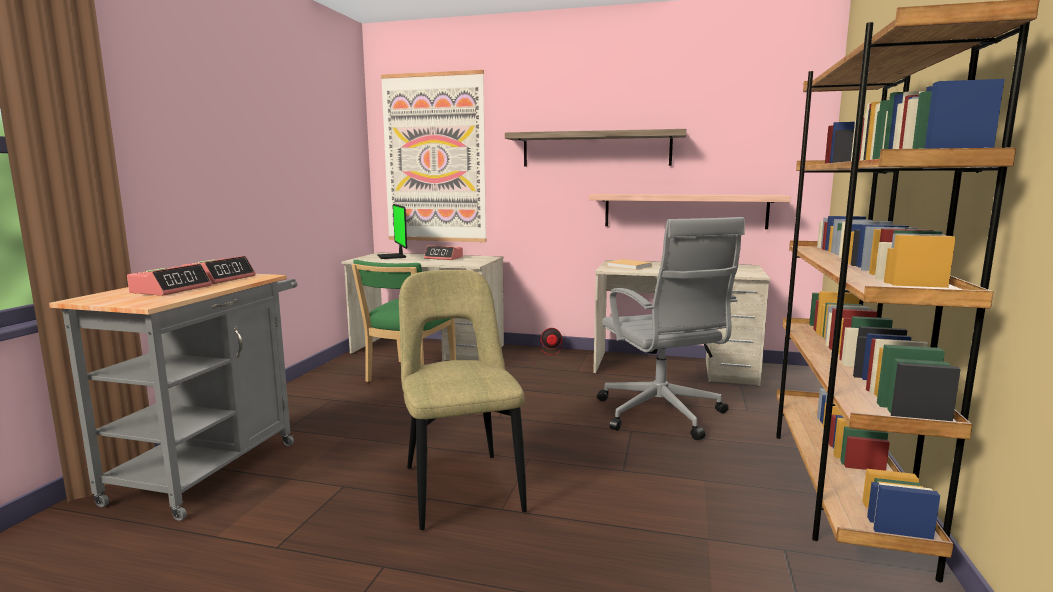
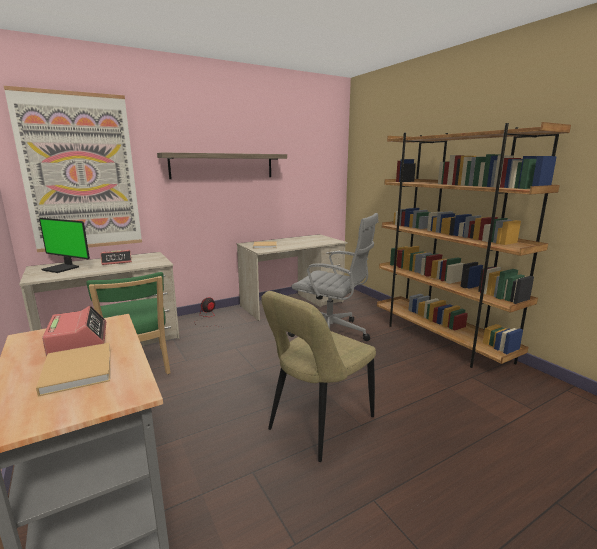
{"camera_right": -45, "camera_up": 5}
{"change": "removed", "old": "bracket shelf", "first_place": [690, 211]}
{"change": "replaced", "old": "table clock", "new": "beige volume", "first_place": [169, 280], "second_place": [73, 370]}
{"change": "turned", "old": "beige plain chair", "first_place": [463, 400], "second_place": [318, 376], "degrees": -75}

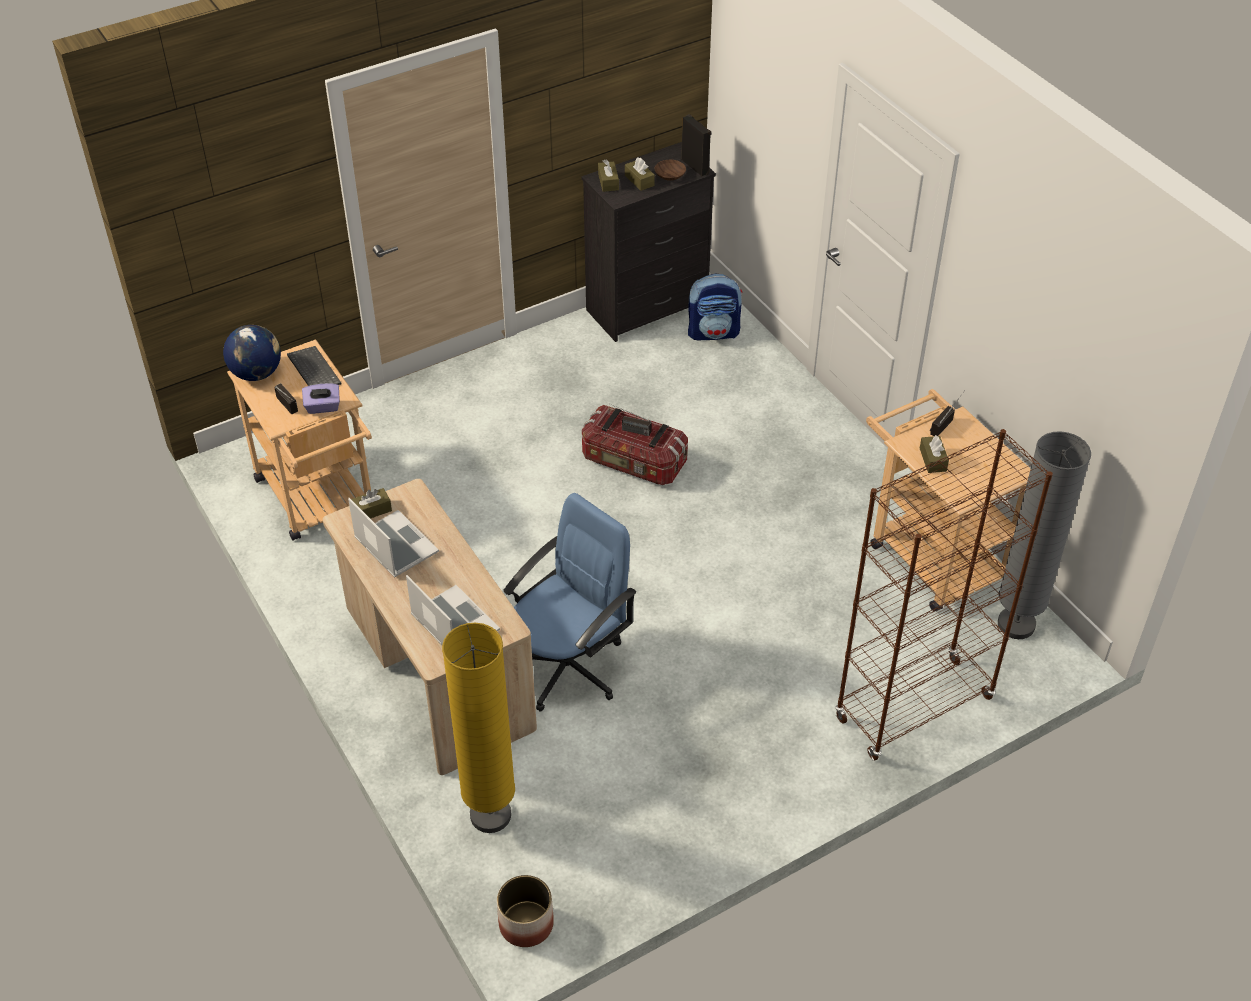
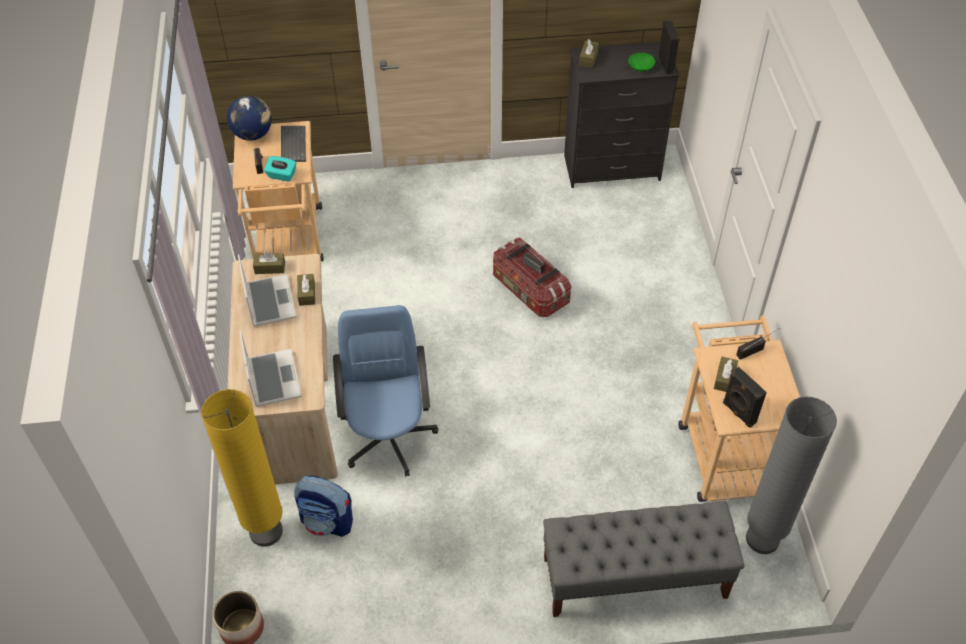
{"camera_right": 25, "camera_up": 5}
{"change": "moved", "old": "brown-coloured tissue box", "first_place": [640, 174], "second_place": [306, 290]}
{"change": "recoloured", "old": "brown-coloured serving bowl", "new": "green serving bowl", "first_place": [670, 170], "second_place": [641, 62]}
{"change": "moved", "old": "rucksack", "first_place": [715, 307], "second_place": [323, 506]}
{"change": "recoloured", "old": "purple-coloured tissue box", "new": "turquoise-coloured tissue box", "first_place": [321, 398], "second_place": [280, 169]}
{"change": "replaced", "old": "brown-coloured shelving unit", "new": "grey indoor bench", "first_place": [944, 594], "second_place": [644, 559]}
{"change": "turned", "old": "bluish office chair", "first_place": [569, 602], "second_place": [385, 390], "degrees": -75}
{"change": "added", "new": "blackish audio speaker", "second_place": [745, 397]}

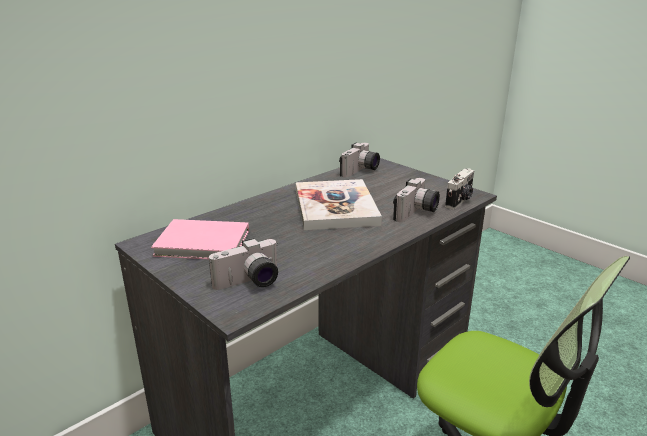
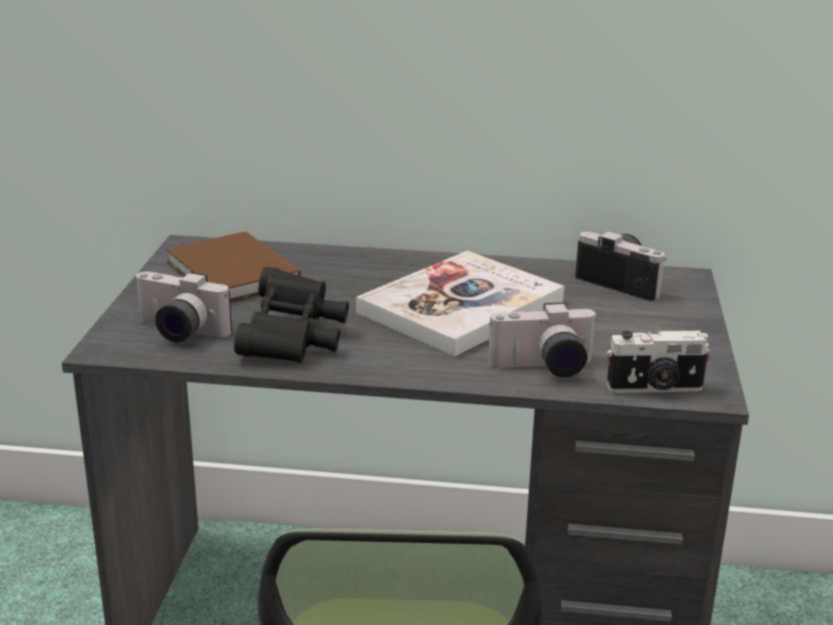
{"camera_right": 50, "camera_up": 0}
{"change": "turned", "old": "still camera", "first_place": [359, 160], "second_place": [621, 266], "degrees": -135}
{"change": "recoloured", "old": "pinkish volume", "new": "brown-coloured volume", "first_place": [200, 239], "second_place": [233, 266]}
{"change": "added", "new": "blackish pair of binoculars", "second_place": [291, 315]}

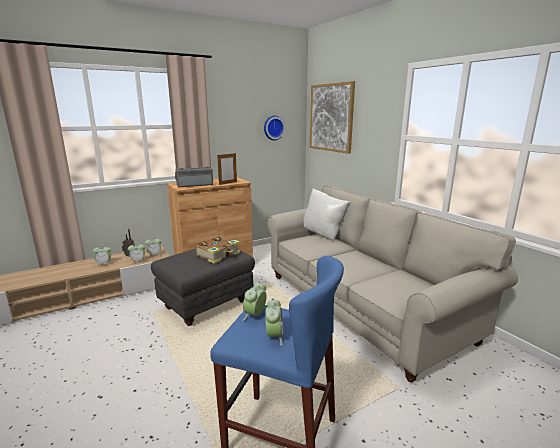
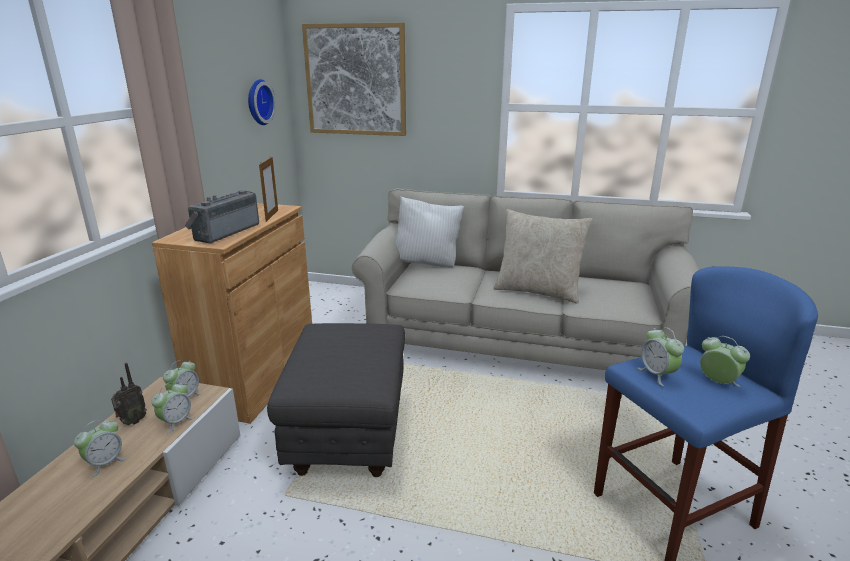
{"camera_right": -45, "camera_up": 5}
{"change": "removed", "old": "volume", "first_place": [217, 250]}
{"change": "added", "new": "beige throw pillow", "second_place": [543, 256]}

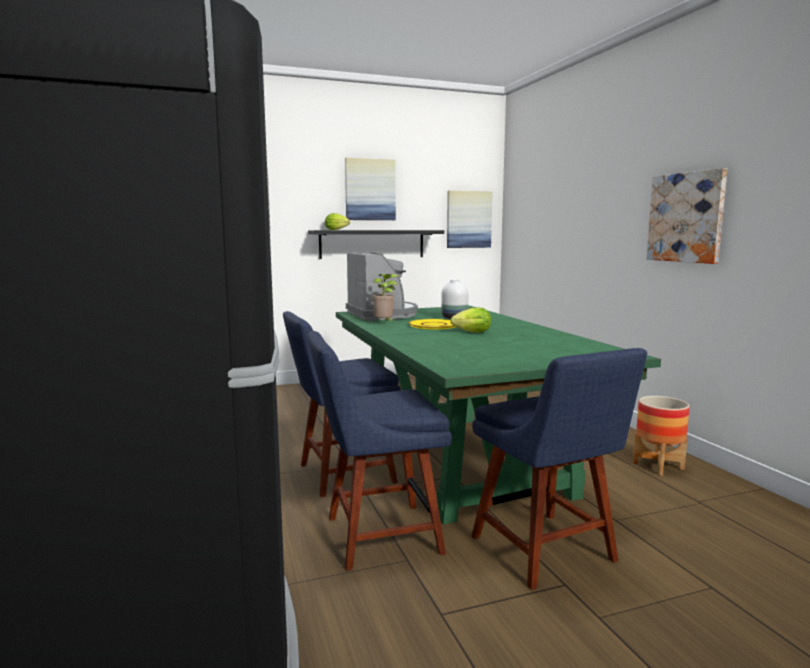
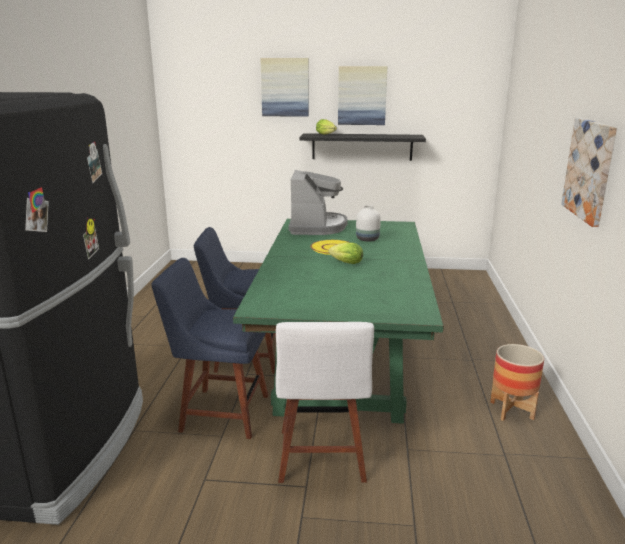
{"camera_right": 25, "camera_up": 10}
{"change": "moved", "old": "wall picture", "first_place": [470, 219], "second_place": [284, 87]}
{"change": "removed", "old": "houseplant", "first_place": [385, 298]}
{"change": "recoloured", "old": "bluish plain chair", "new": "white-coloured plain chair", "first_place": [559, 469], "second_place": [325, 402]}

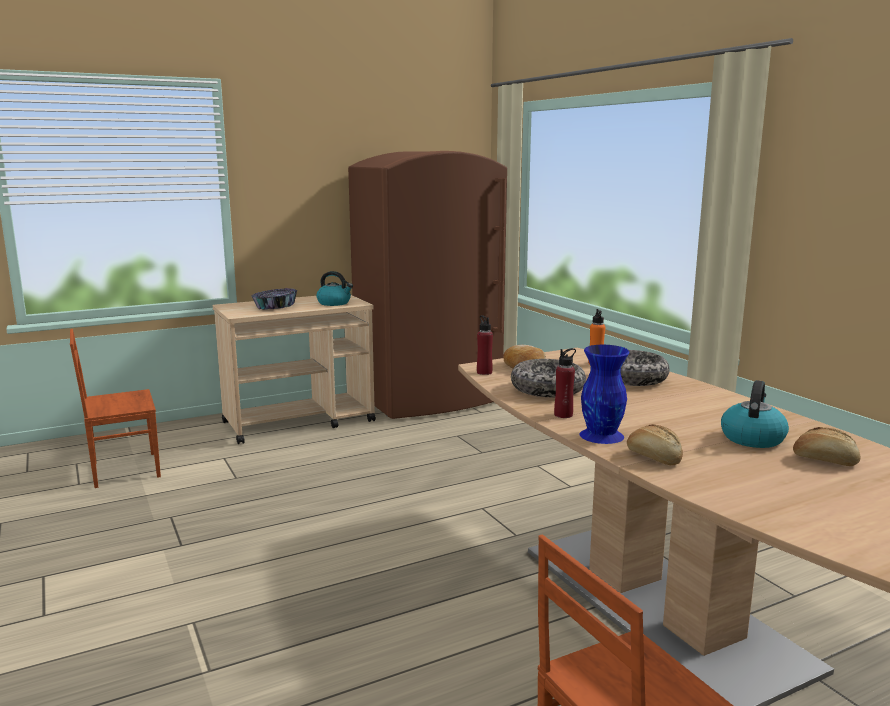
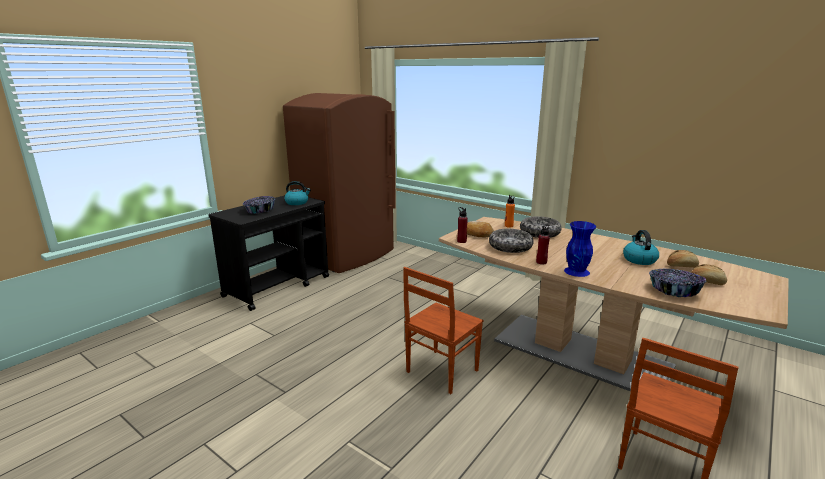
{"camera_right": -25, "camera_up": 5}
{"change": "recoloured", "old": "beige trolley", "new": "blackish trolley", "first_place": [294, 369], "second_place": [268, 253]}
{"change": "moved", "old": "brown-coloured plain chair", "first_place": [115, 408], "second_place": [443, 330]}
{"change": "moved", "old": "bakery bread", "first_place": [655, 444], "second_place": [709, 274]}
{"change": "added", "new": "serving bowl", "second_place": [678, 283]}

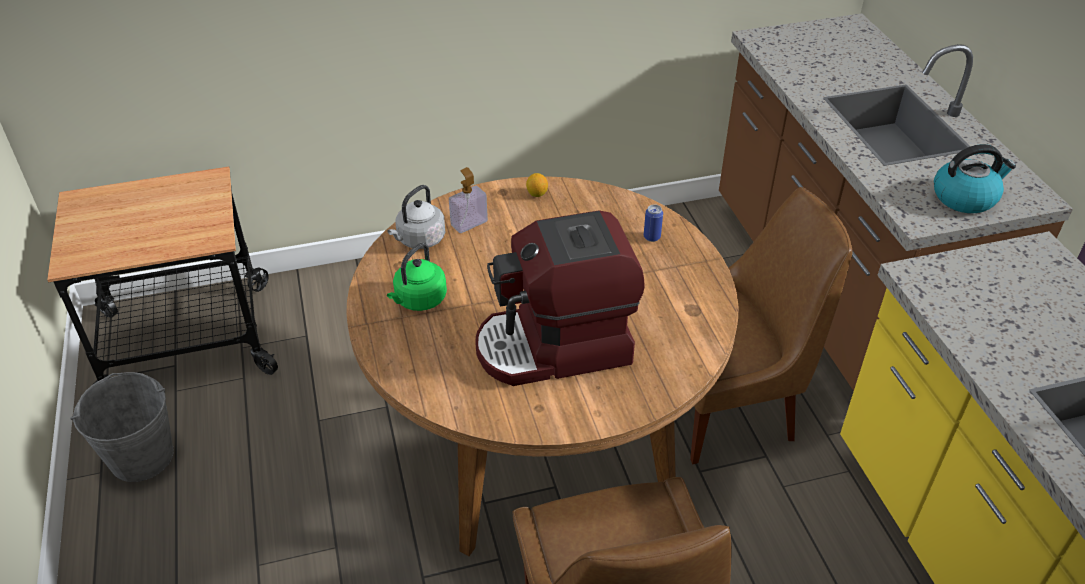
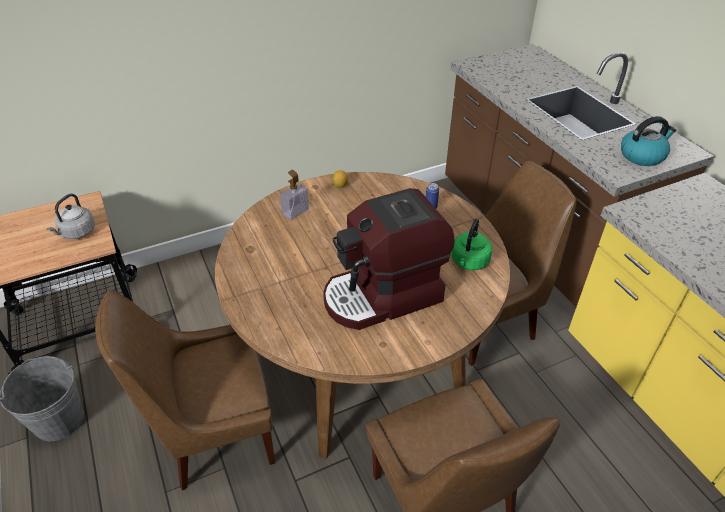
{"camera_right": -10, "camera_up": 0}
{"change": "moved", "old": "grey kettle", "first_place": [416, 217], "second_place": [70, 216]}
{"change": "moved", "old": "green kettle", "first_place": [417, 277], "second_place": [471, 244]}
{"change": "added", "new": "brown-coloured plain chair", "second_place": [185, 390]}

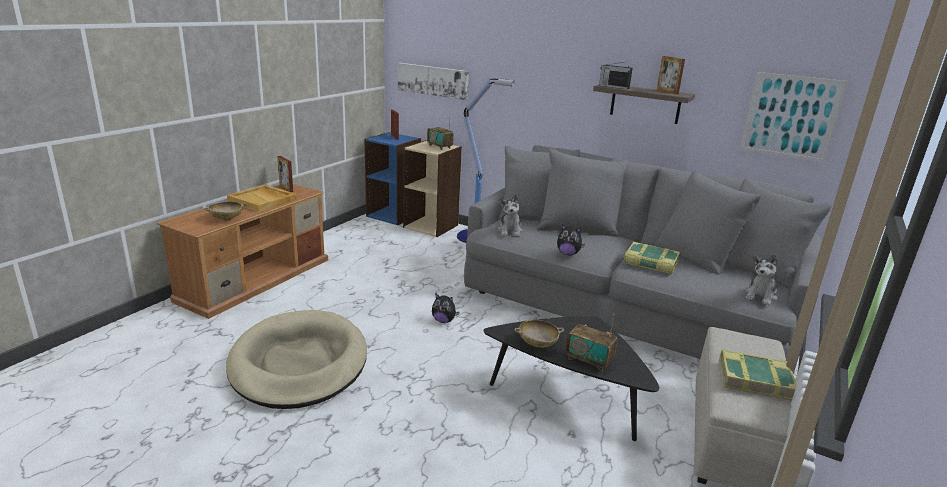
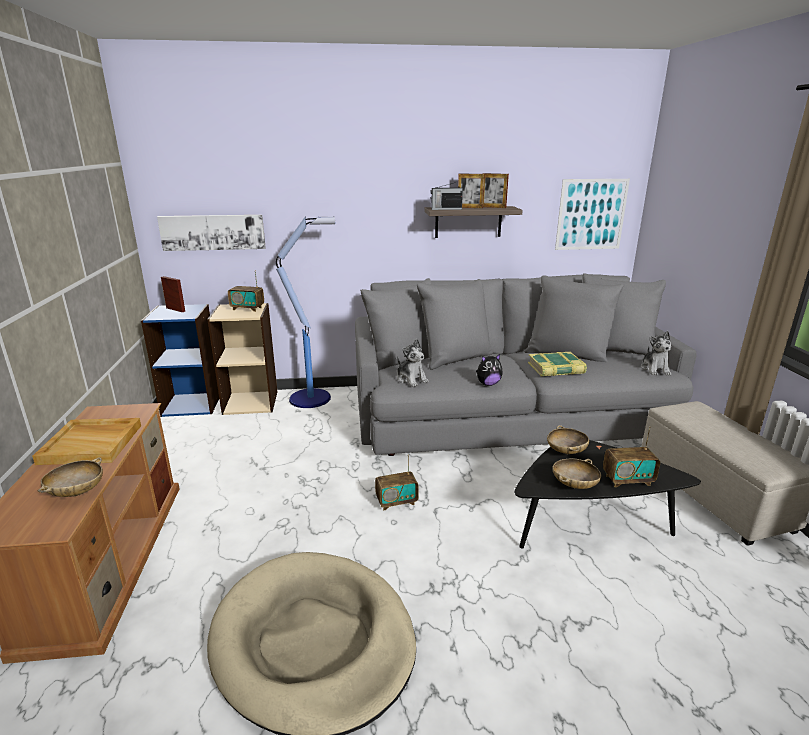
{"camera_right": -35, "camera_up": 0}
{"change": "moved", "old": "picture frame", "first_place": [285, 174], "second_place": [471, 190]}
{"change": "replaced", "old": "soft toy", "new": "radio set", "first_place": [445, 308], "second_place": [397, 482]}
{"change": "removed", "old": "volume", "first_place": [758, 375]}
{"change": "added", "new": "beige serving bowl", "second_place": [568, 439]}

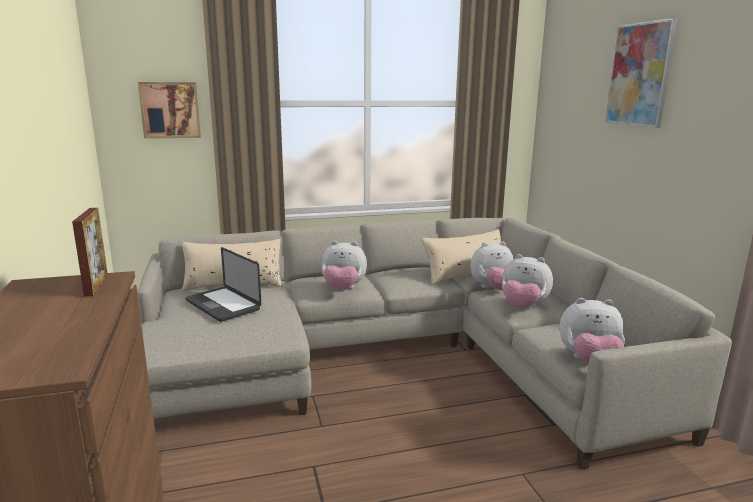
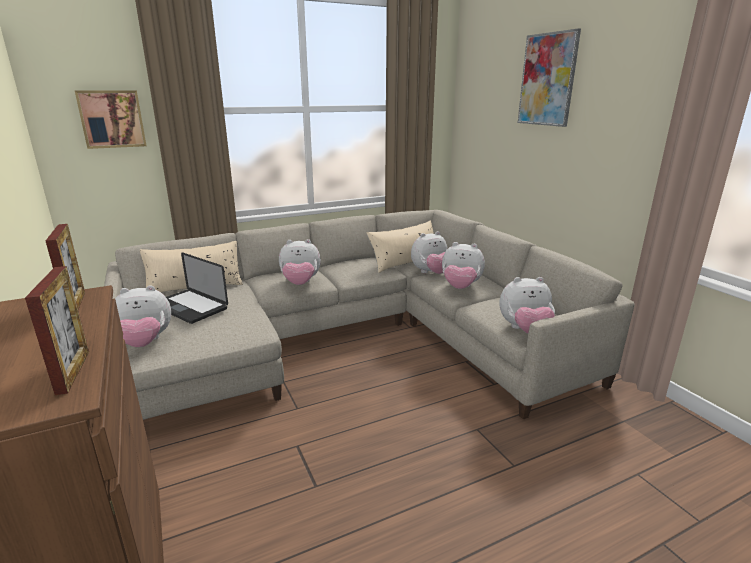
{"camera_right": -10, "camera_up": 5}
{"change": "added", "new": "picture frame", "second_place": [57, 330]}
{"change": "added", "new": "soft toy", "second_place": [143, 316]}

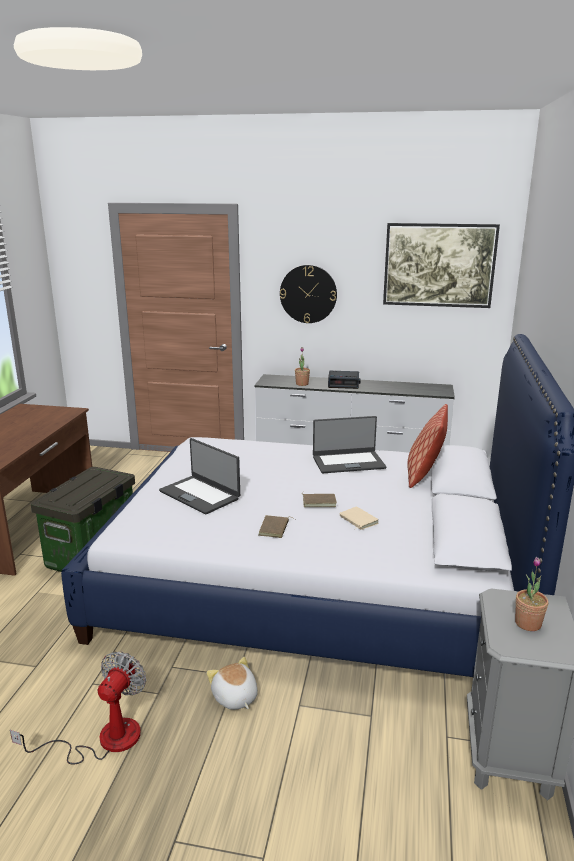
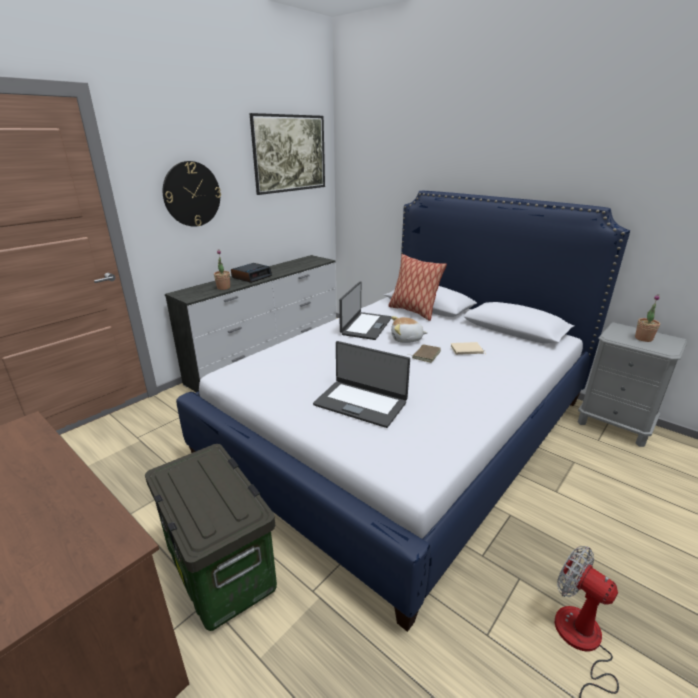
{"camera_right": -60, "camera_up": 5}
{"change": "turned", "old": "laptop", "first_place": [199, 476], "second_place": [361, 384], "degrees": 45}
{"change": "removed", "old": "brown-coloured volume", "first_place": [276, 526]}
{"change": "moved", "old": "soft toy", "first_place": [232, 683], "second_place": [409, 329]}

